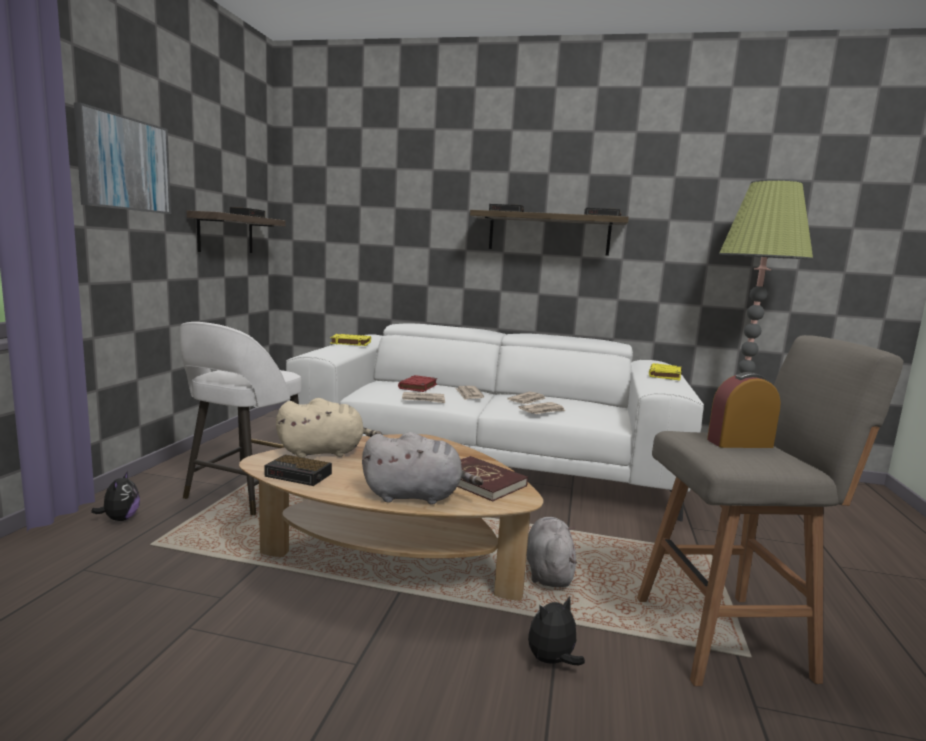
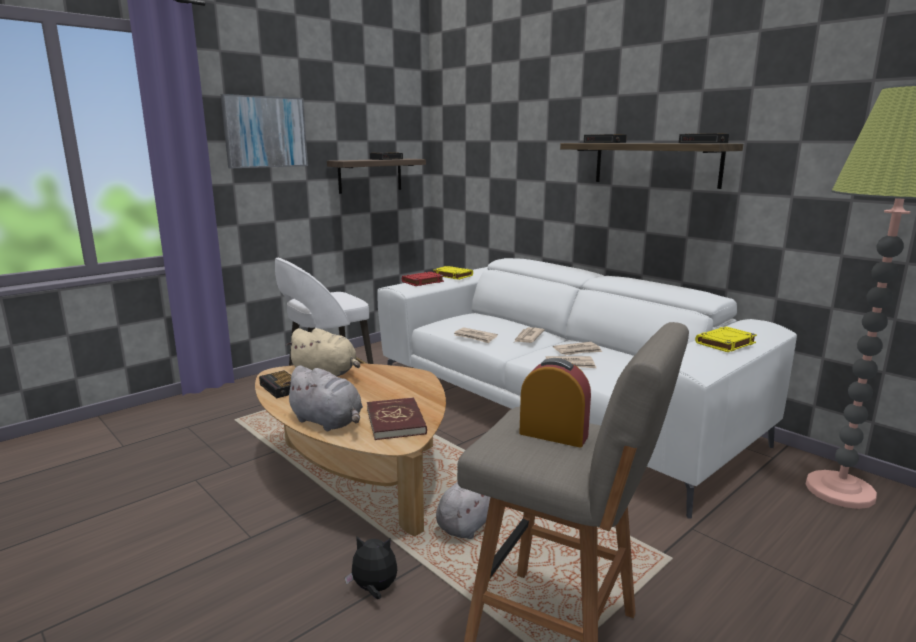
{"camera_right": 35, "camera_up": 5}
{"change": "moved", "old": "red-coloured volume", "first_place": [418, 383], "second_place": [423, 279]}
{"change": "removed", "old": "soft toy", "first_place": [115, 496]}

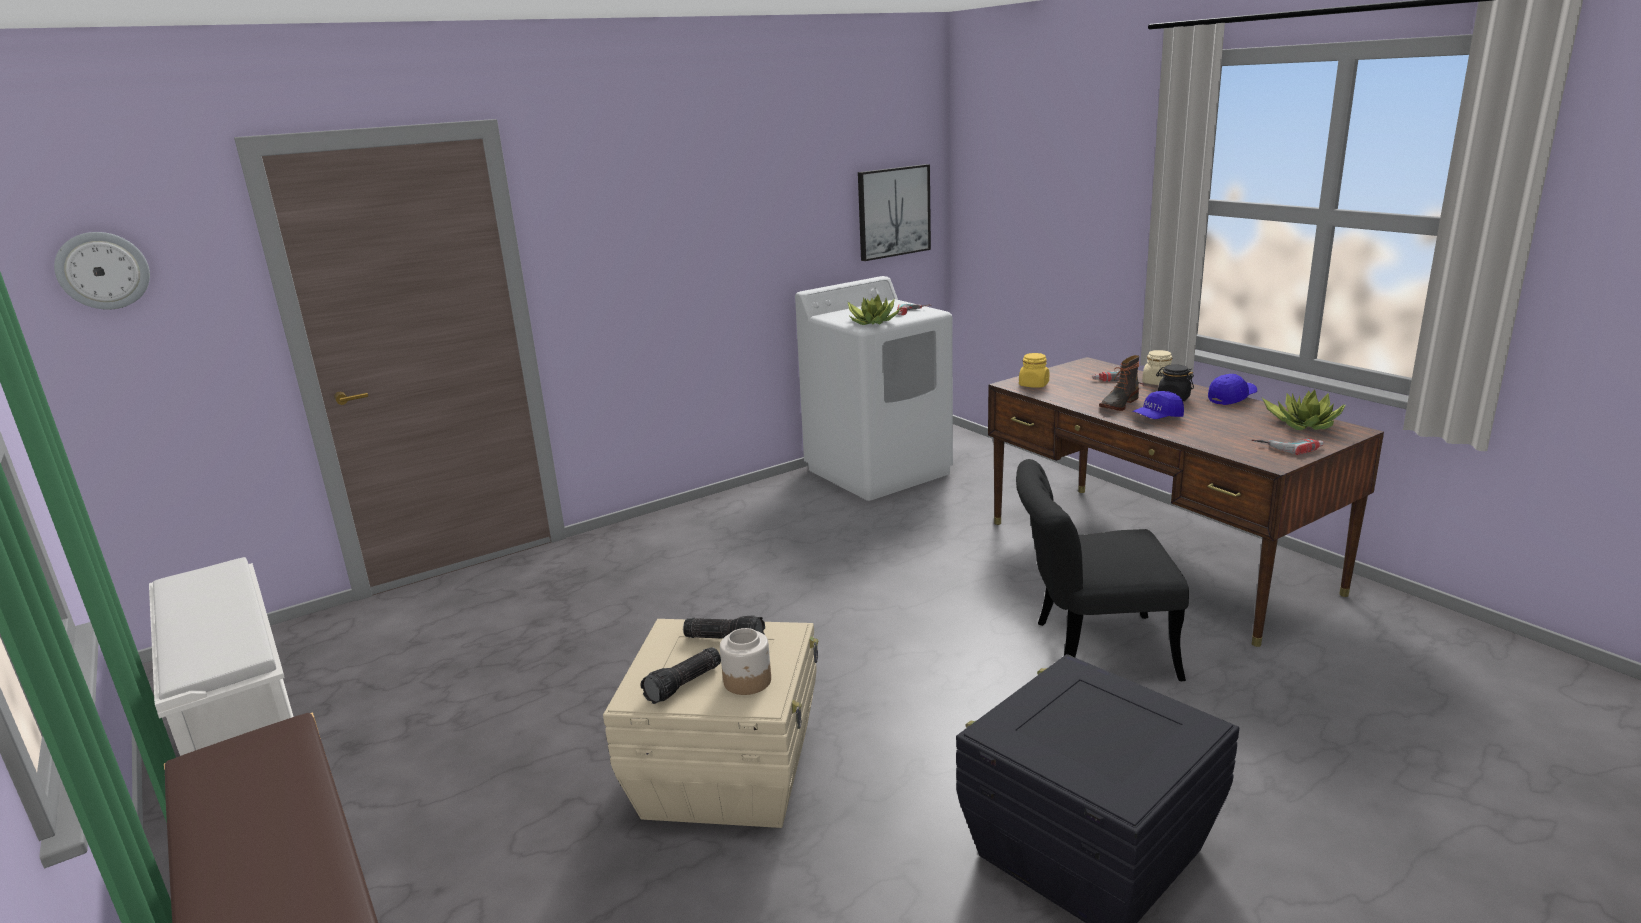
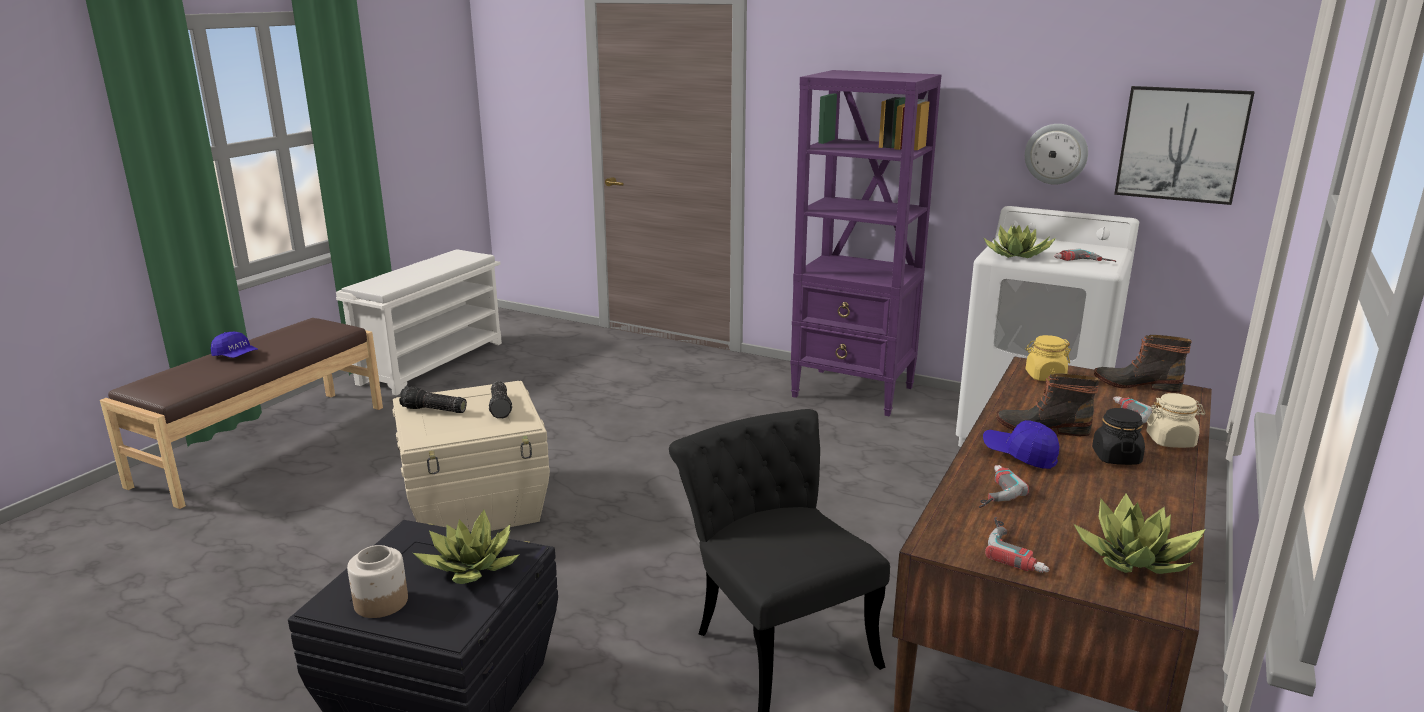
{"camera_right": 60, "camera_up": 0}
{"change": "moved", "old": "hanging clock", "first_place": [102, 271], "second_place": [1056, 154]}
{"change": "moved", "old": "bluish baseball cap", "first_place": [1232, 389], "second_place": [234, 345]}
{"change": "moved", "old": "preserve jar", "first_place": [745, 661], "second_place": [377, 581]}
{"change": "added", "new": "purple-coloured shelving unit", "second_place": [866, 243]}
{"change": "added", "new": "high-top boot", "second_place": [1143, 363]}
{"change": "added", "new": "drill", "second_place": [1004, 486]}
{"change": "added", "new": "houseplant", "second_place": [466, 547]}

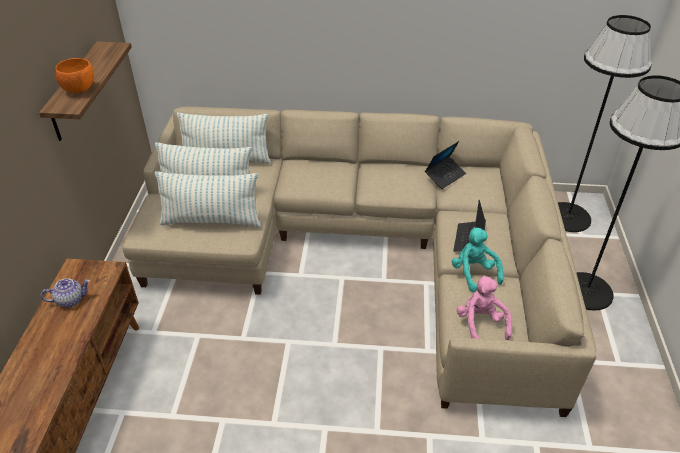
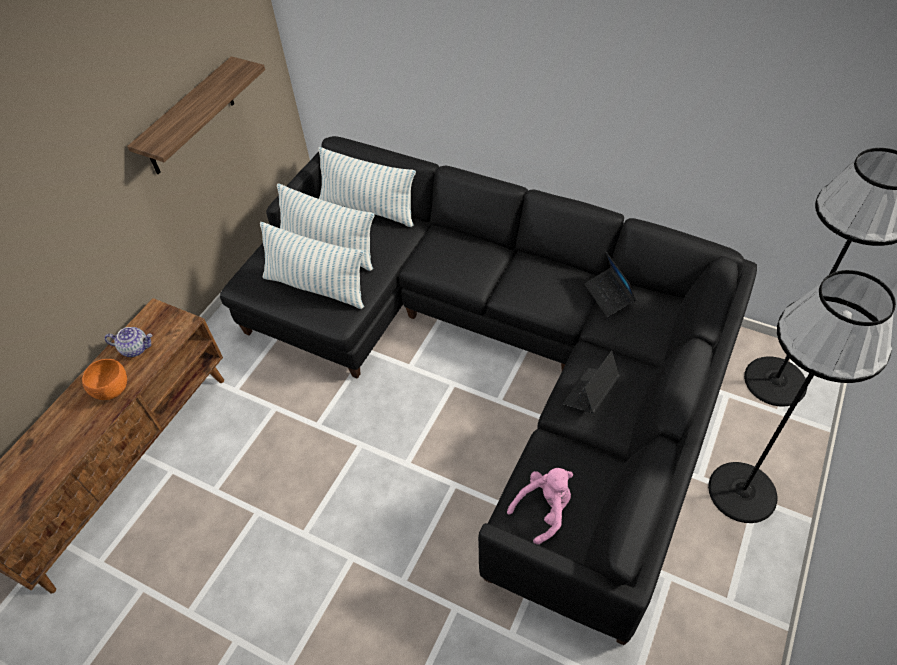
{"camera_right": 25, "camera_up": 10}
{"change": "moved", "old": "orangey serving bowl", "first_place": [74, 75], "second_place": [104, 379]}
{"change": "recoloured", "old": "beige sofa", "new": "blackish sofa", "first_place": [359, 262], "second_place": [488, 390]}
{"change": "turned", "old": "laptop", "first_place": [445, 165], "second_place": [610, 283], "degrees": 90}
{"change": "removed", "old": "turquoise-coloured soft toy", "first_place": [478, 259]}
{"change": "turned", "old": "pinkish soft toy", "first_place": [484, 307], "second_place": [540, 506], "degrees": 45}

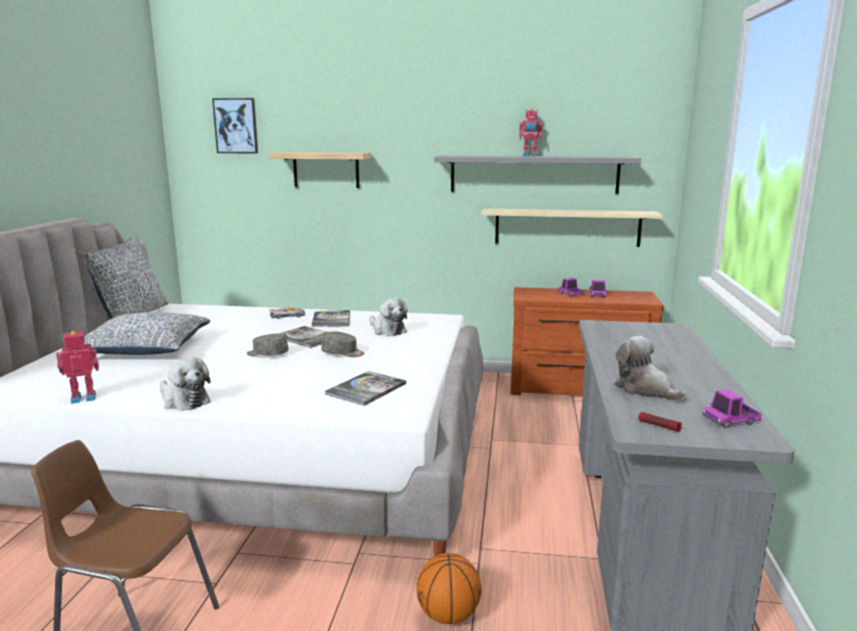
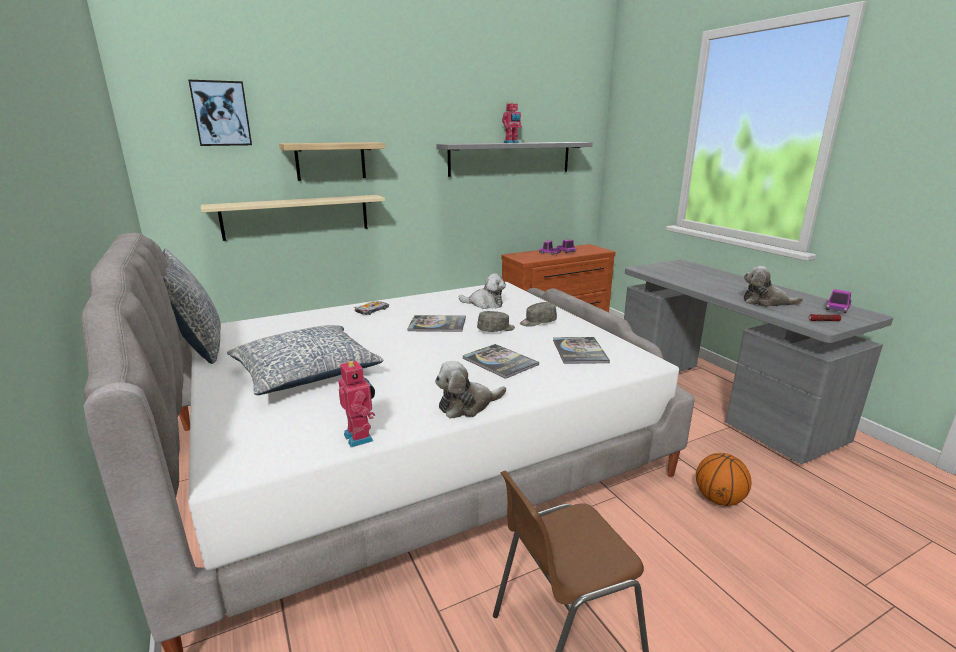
{"camera_right": -35, "camera_up": 5}
{"change": "moved", "old": "beige bracket shelf", "first_place": [572, 228], "second_place": [293, 218]}
{"change": "moved", "old": "volume", "first_place": [330, 318], "second_place": [500, 361]}
{"change": "turned", "old": "model robot", "first_place": [77, 367], "second_place": [357, 403], "degrees": 120}
{"change": "moved", "old": "grey baseball cap", "first_place": [268, 344], "second_place": [538, 314]}
{"change": "turned", "old": "soft toy", "first_place": [185, 384], "second_place": [470, 389], "degrees": 150}

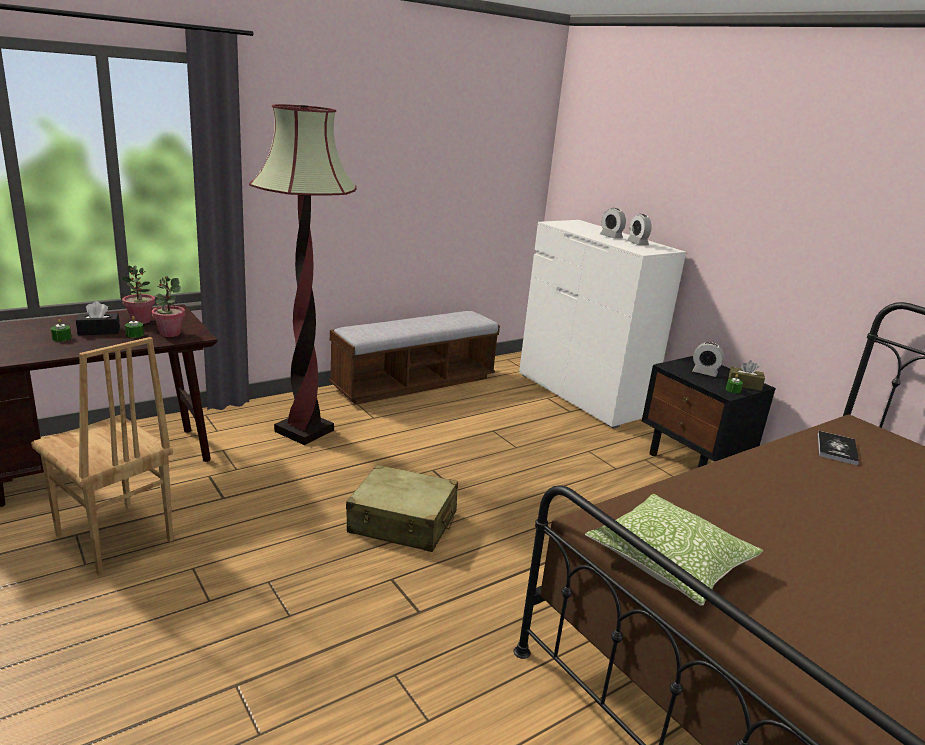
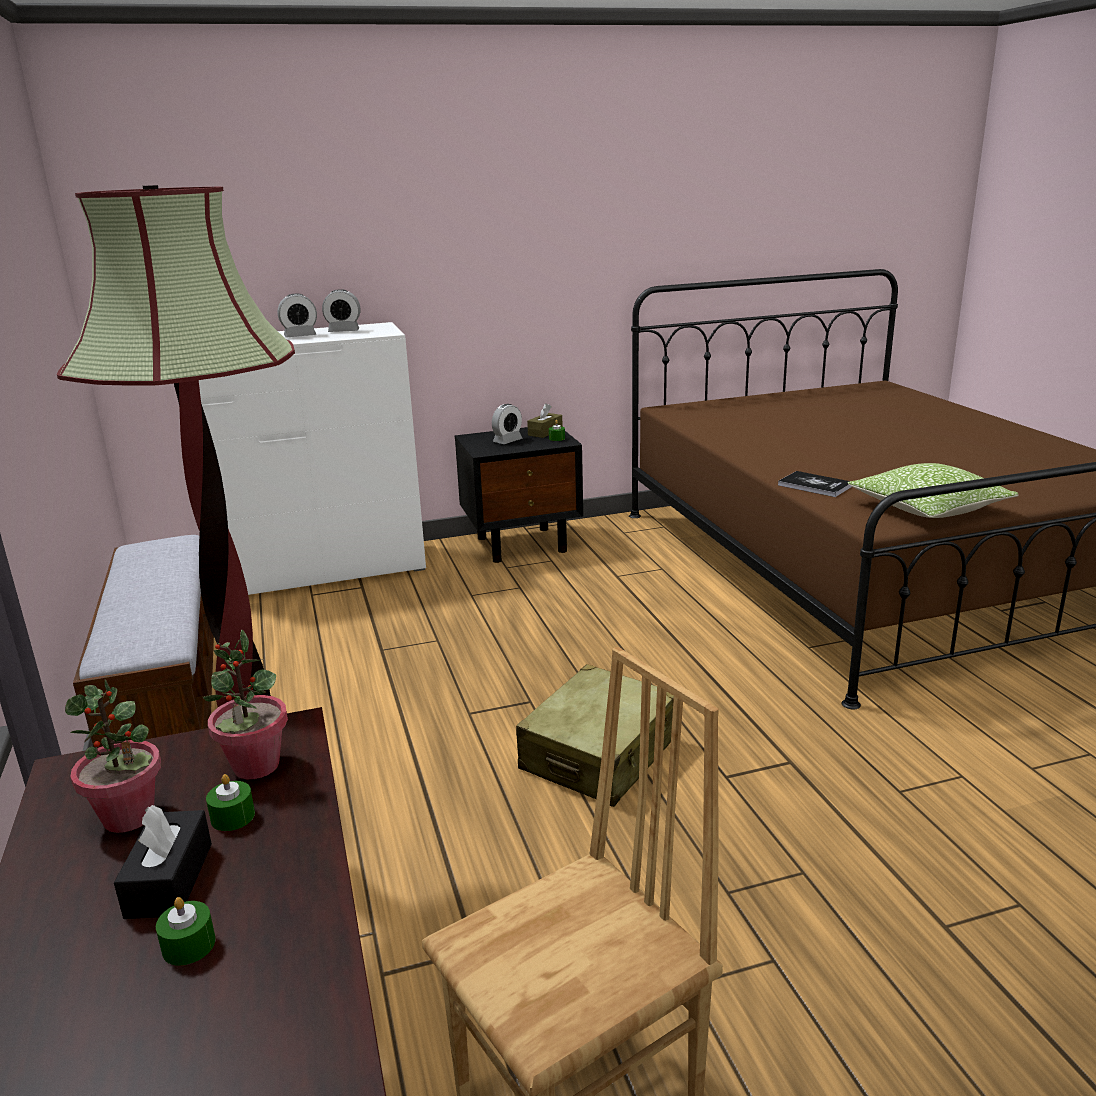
{"camera_right": -70, "camera_up": 0}
{"change": "moved", "old": "volume", "first_place": [838, 448], "second_place": [815, 484]}

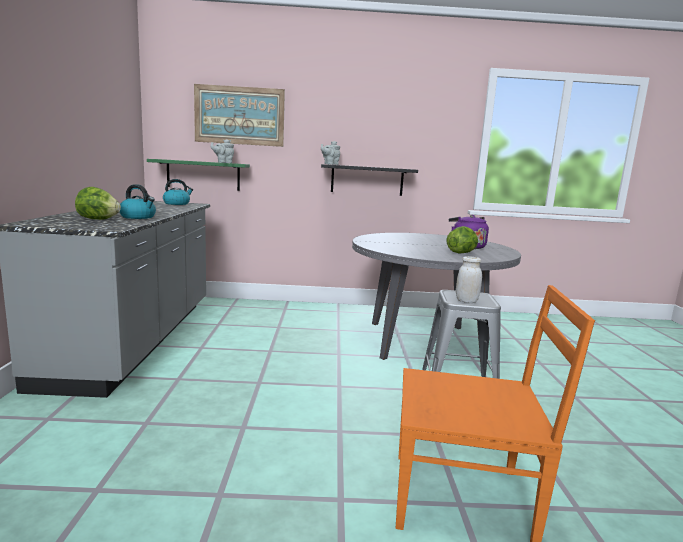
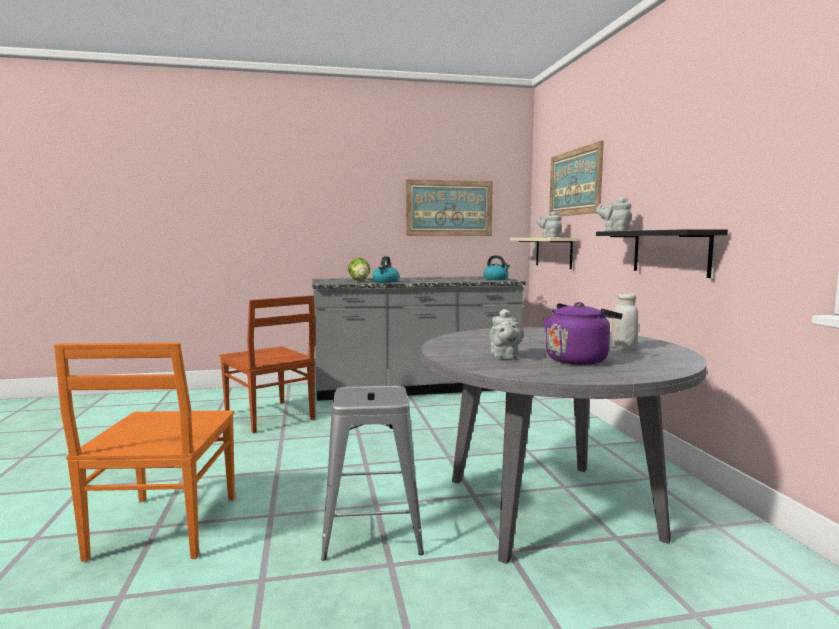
{"camera_right": 80, "camera_up": -5}
{"change": "recoloured", "old": "green bracket shelf", "new": "beige bracket shelf", "first_place": [198, 175], "second_place": [544, 253]}
{"change": "replaced", "old": "lettuce", "new": "grey teapot", "first_place": [462, 239], "second_place": [506, 334]}
{"change": "moved", "old": "white-coloured preserve jar", "first_place": [469, 279], "second_place": [625, 321]}
{"change": "added", "new": "wall picture", "second_place": [449, 207]}
{"change": "added", "new": "brown-coloured plain chair", "second_place": [267, 364]}

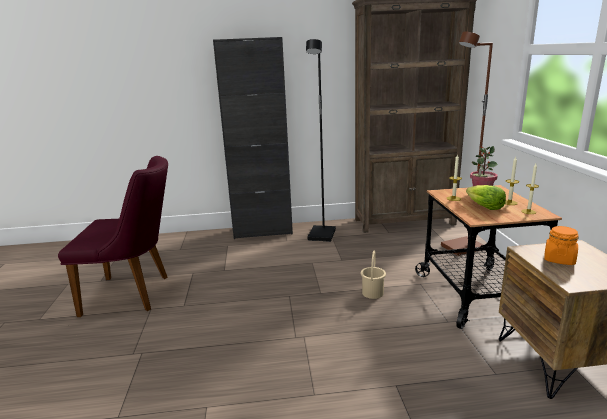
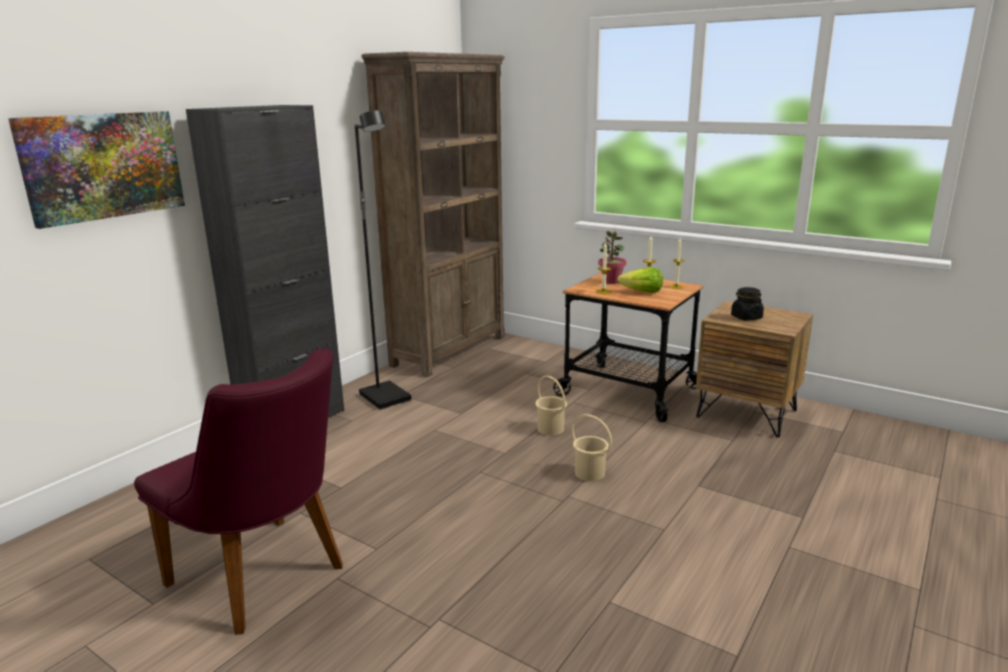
{"camera_right": -50, "camera_up": 0}
{"change": "removed", "old": "brown-coloured floor lamp", "first_place": [467, 144]}
{"change": "turned", "old": "purple-coloured plain chair", "first_place": [113, 236], "second_place": [238, 491], "degrees": 90}
{"change": "recoloured", "old": "orangey preserve jar", "new": "blackish preserve jar", "first_place": [561, 245], "second_place": [747, 304]}
{"change": "added", "new": "wall picture", "second_place": [96, 170]}
{"change": "added", "new": "beige bucket", "second_place": [591, 447]}

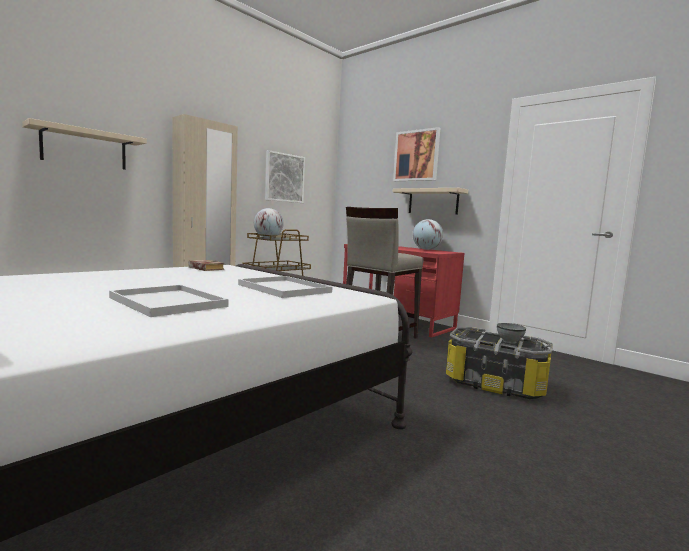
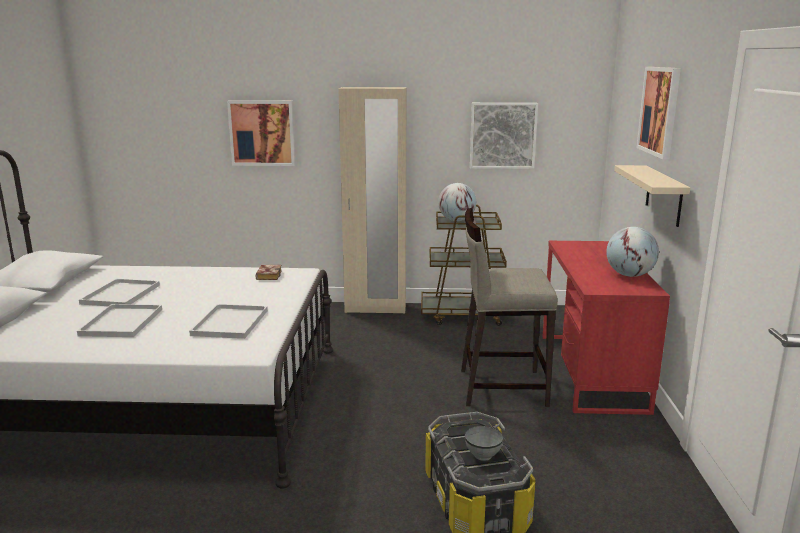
{"camera_right": 50, "camera_up": 10}
{"change": "replaced", "old": "beige bracket shelf", "new": "wall picture", "first_place": [84, 144], "second_place": [261, 133]}
{"change": "added", "new": "white-coloured serving tray", "second_place": [119, 292]}

